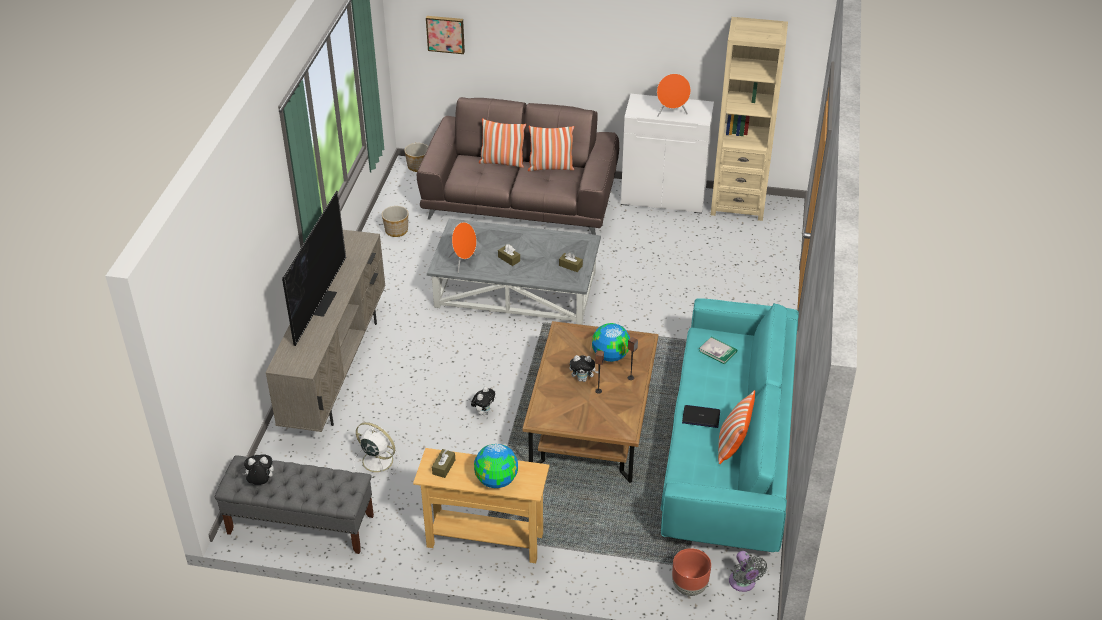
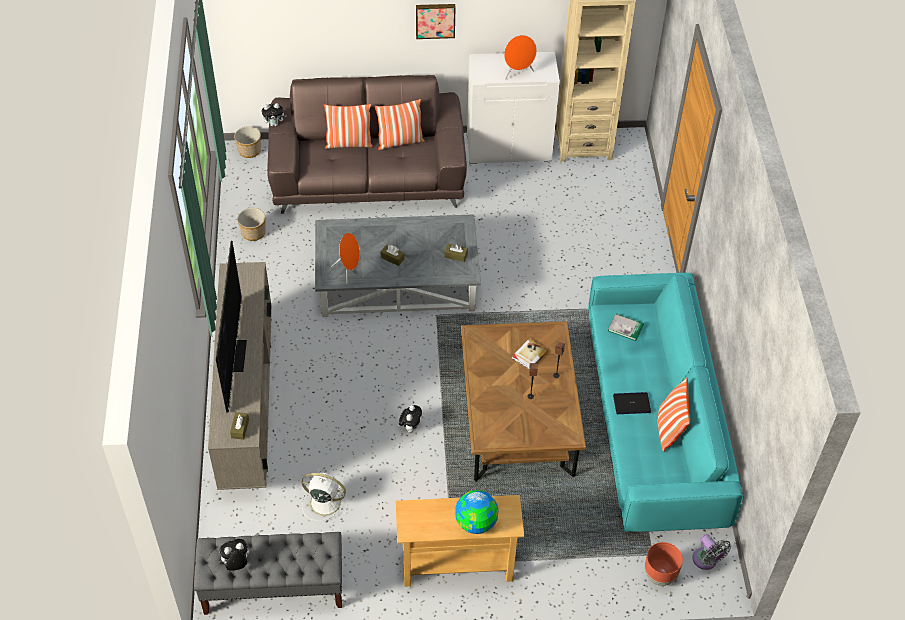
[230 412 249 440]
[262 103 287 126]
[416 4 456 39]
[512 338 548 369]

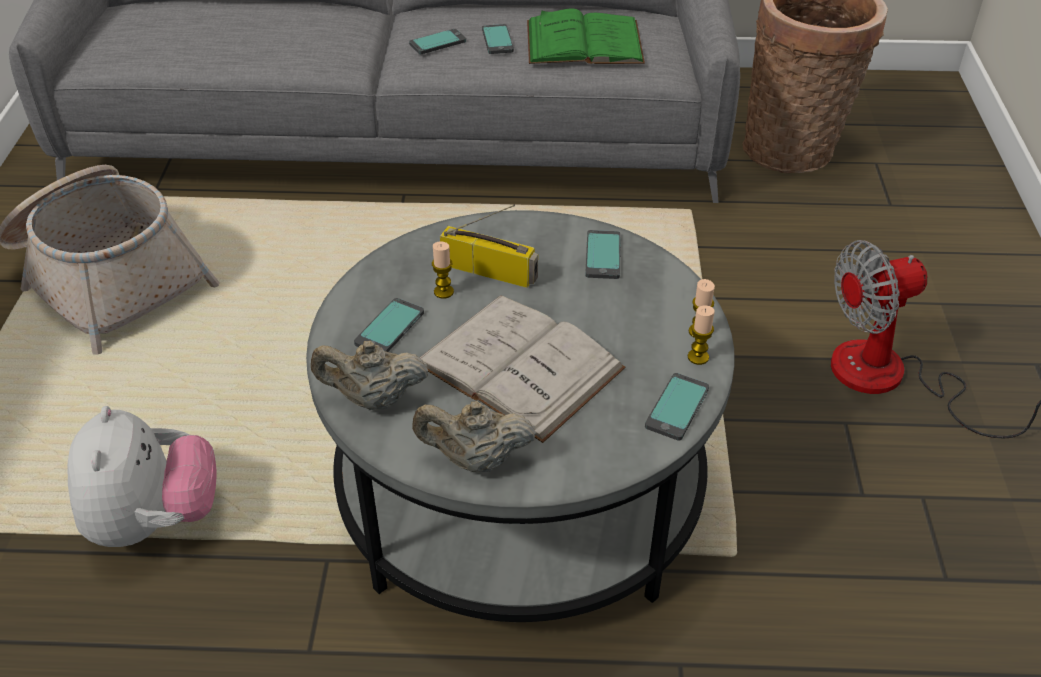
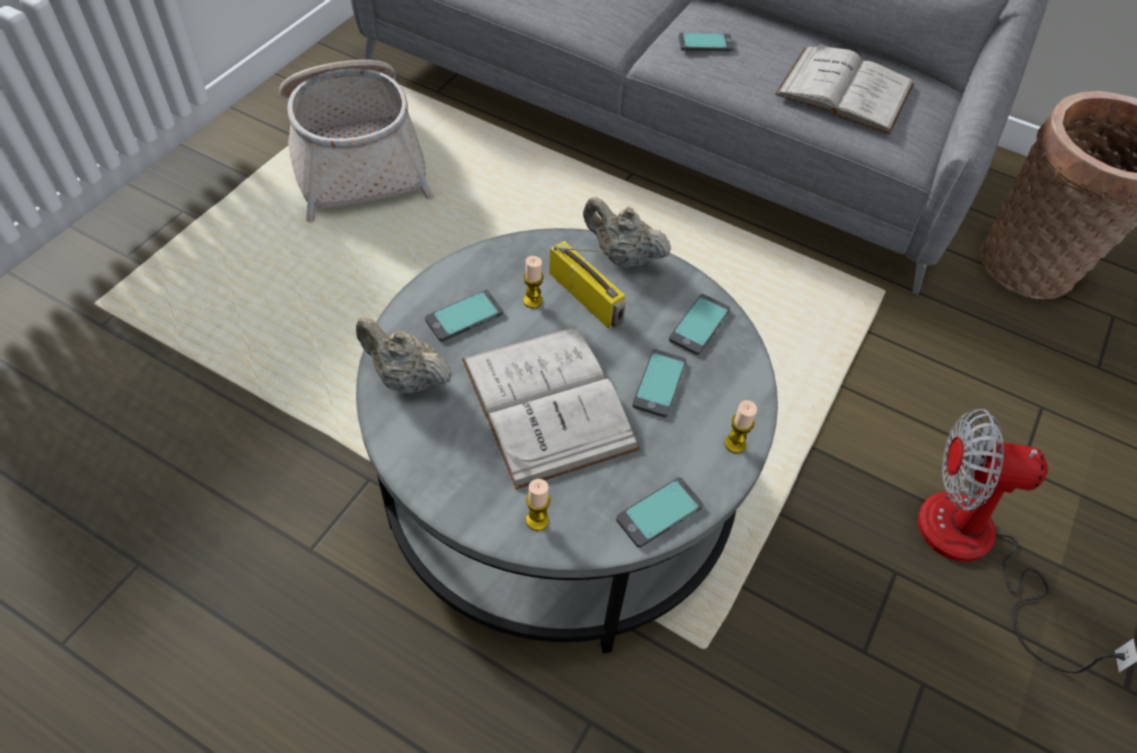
[526 479 551 531]
[583 197 671 269]
[632 349 686 417]
[775 43 914 134]
[67 406 216 547] (first image)

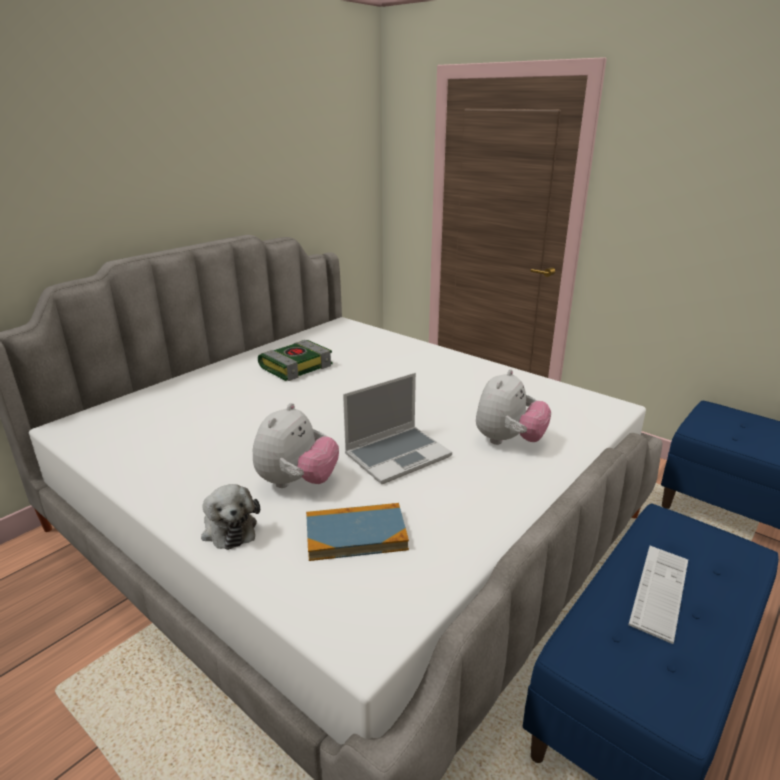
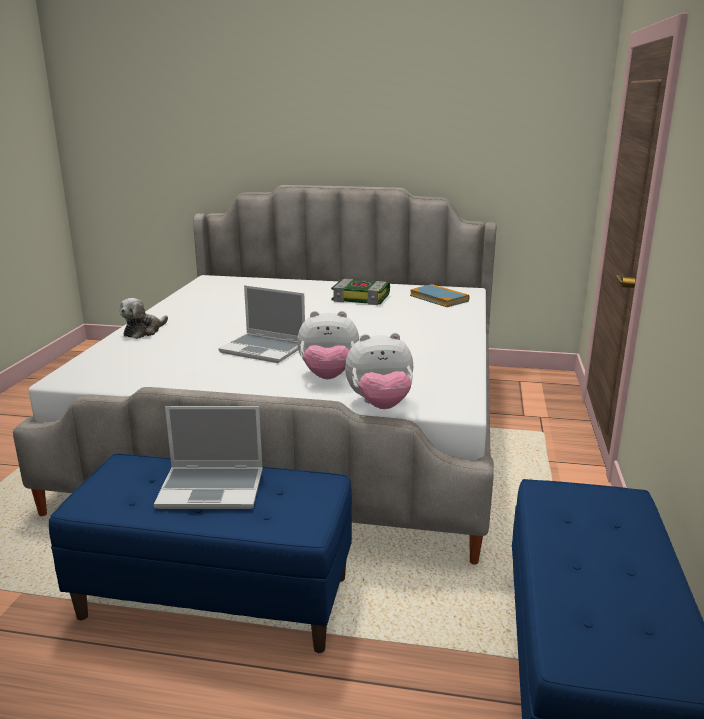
[154 406 263 509]
[345 333 413 409]
[410 284 469 307]

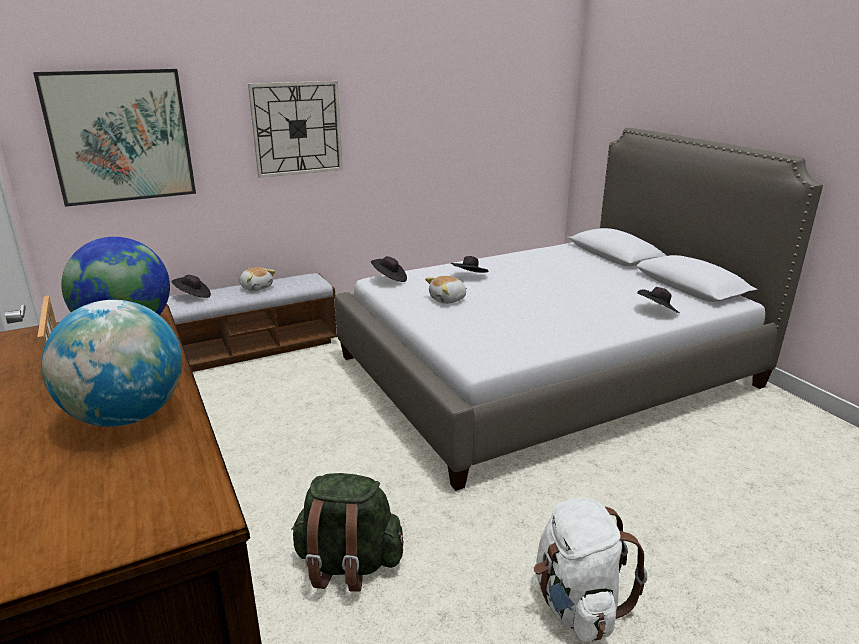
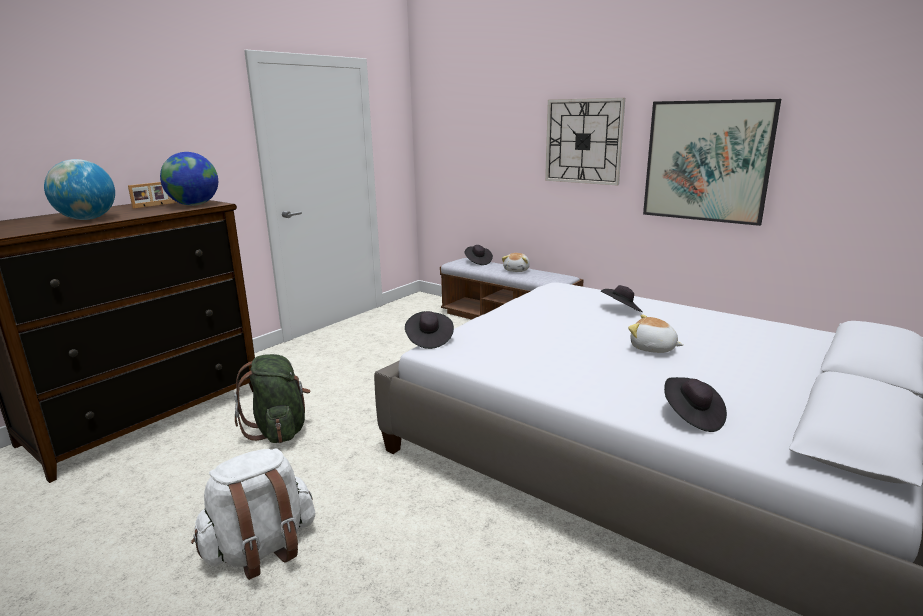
[405 311 454 349]
[628 315 683 353]
[643 99 781 226]

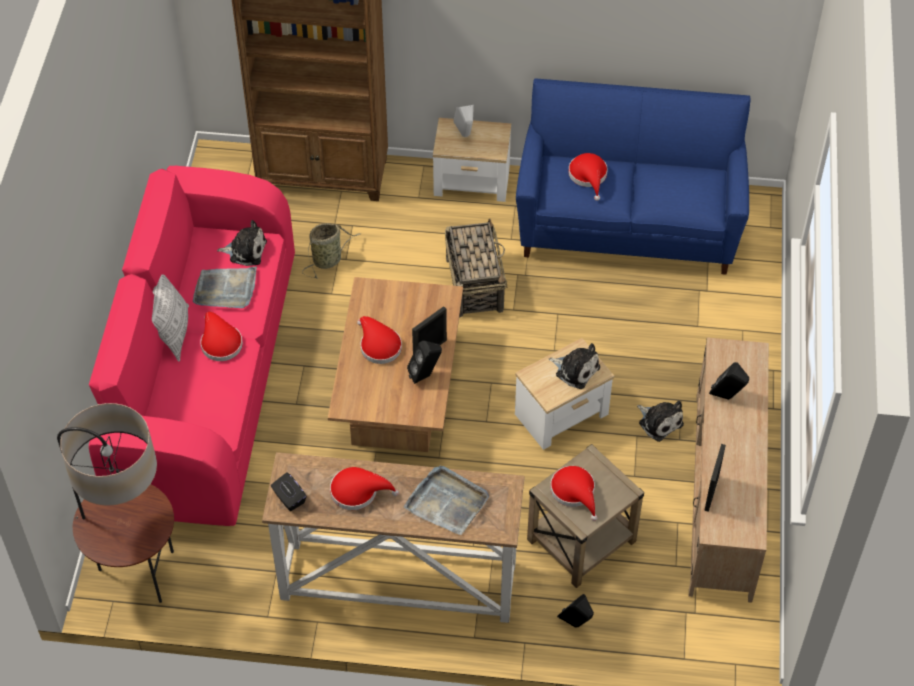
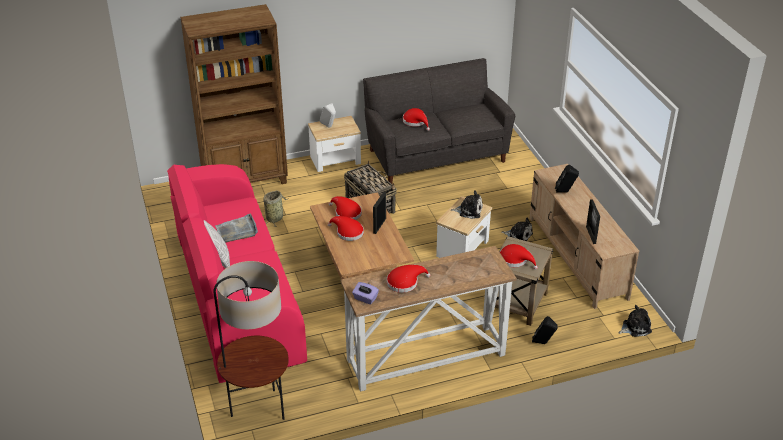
[329 196 362 220]
[352 282 379 304]
[363 58 515 184]
[618 305 652 337]
[404 465 489 535] (first image)
[407 341 442 384] (first image)

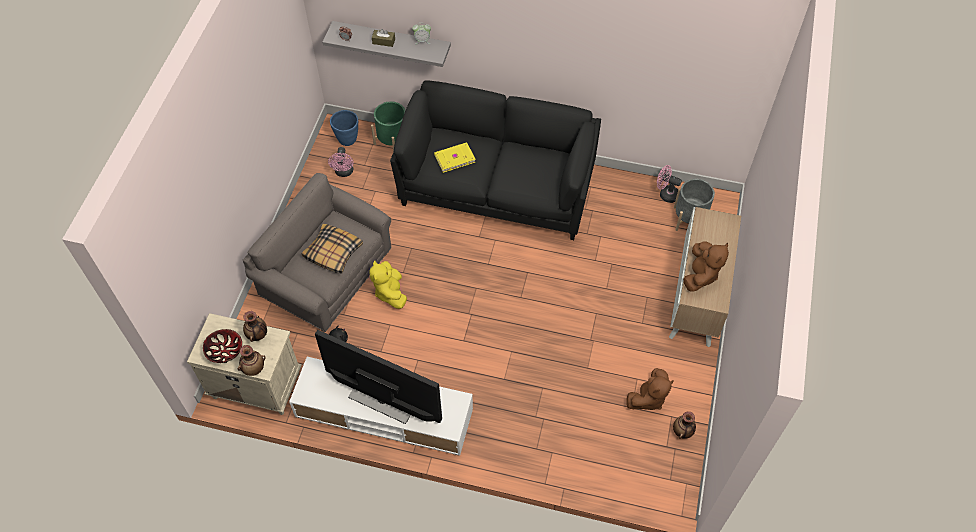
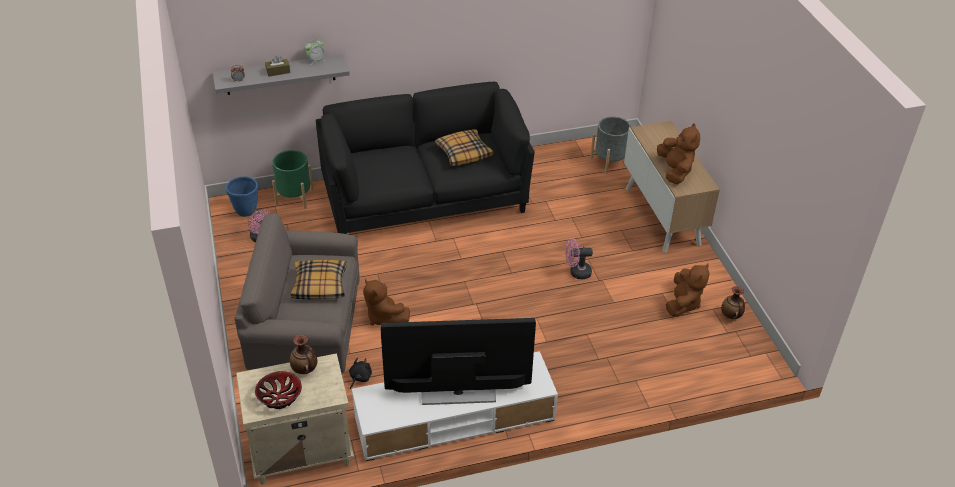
[363 279 410 325]
[435 129 493 166]
[565 238 593 279]
[238 345 266 376] (first image)
[434 142 476 173] (first image)

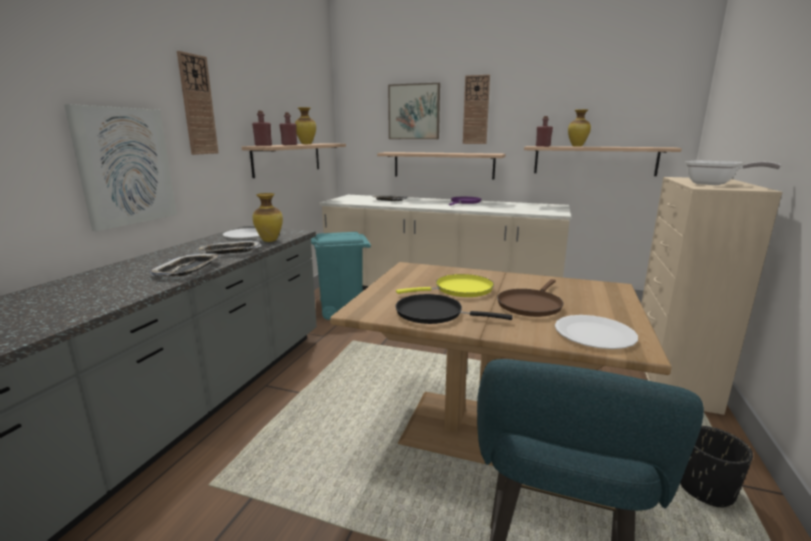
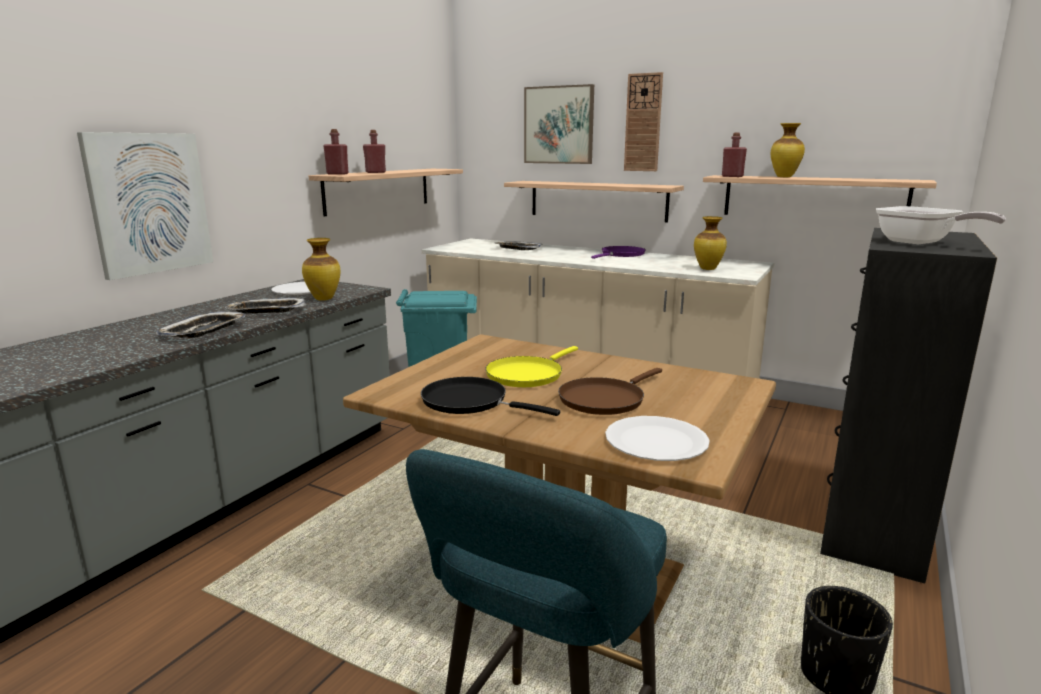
[485 346 578 387]
[694 216 727 270]
[820 228 997 583]
[177 51 219 155] (first image)

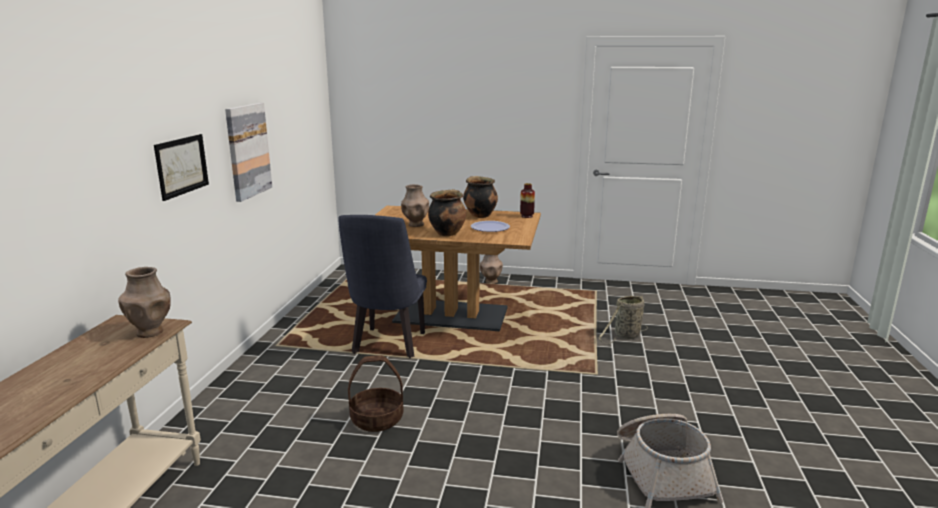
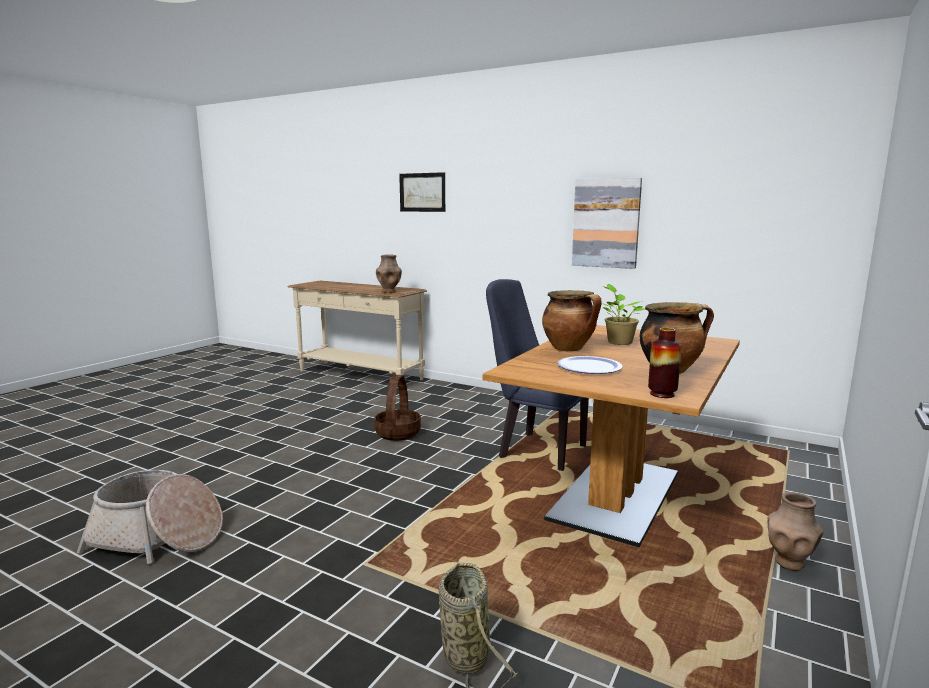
[399 172 445 212]
[602 284 645 345]

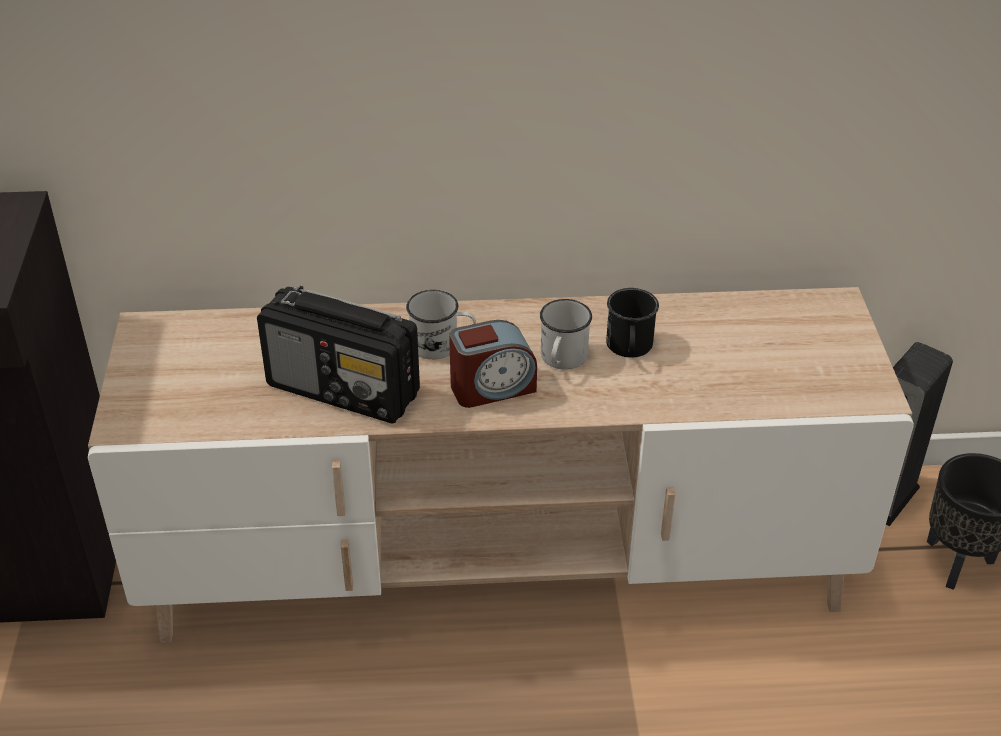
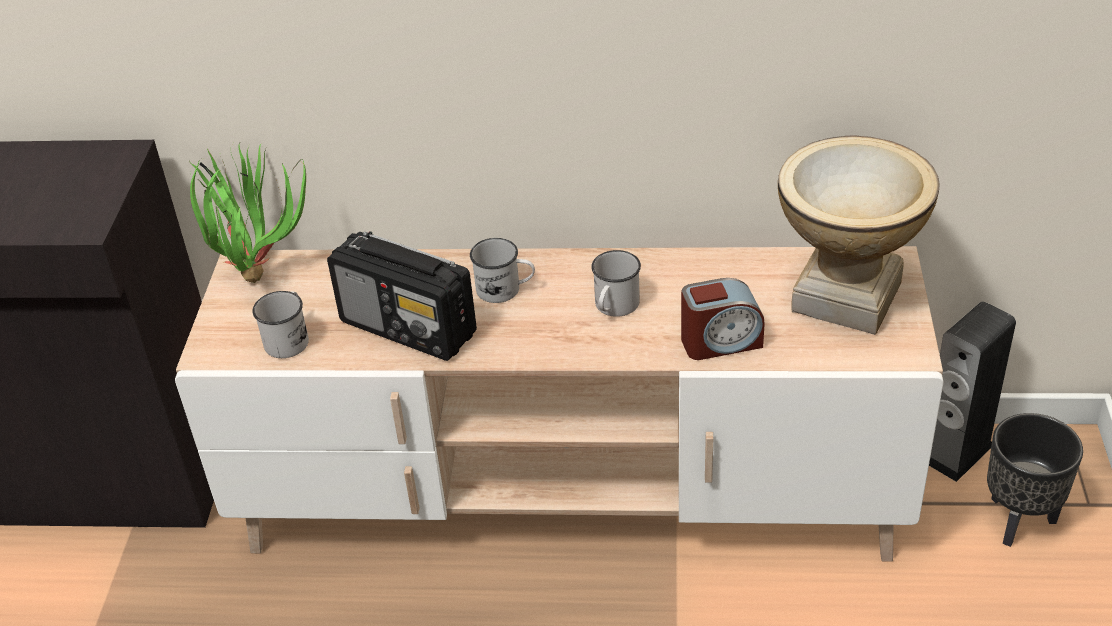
[189 143 306 283]
[252 291 309 358]
[681 278 765 360]
[778 135 940 335]
[606 288 659 358] (first image)

